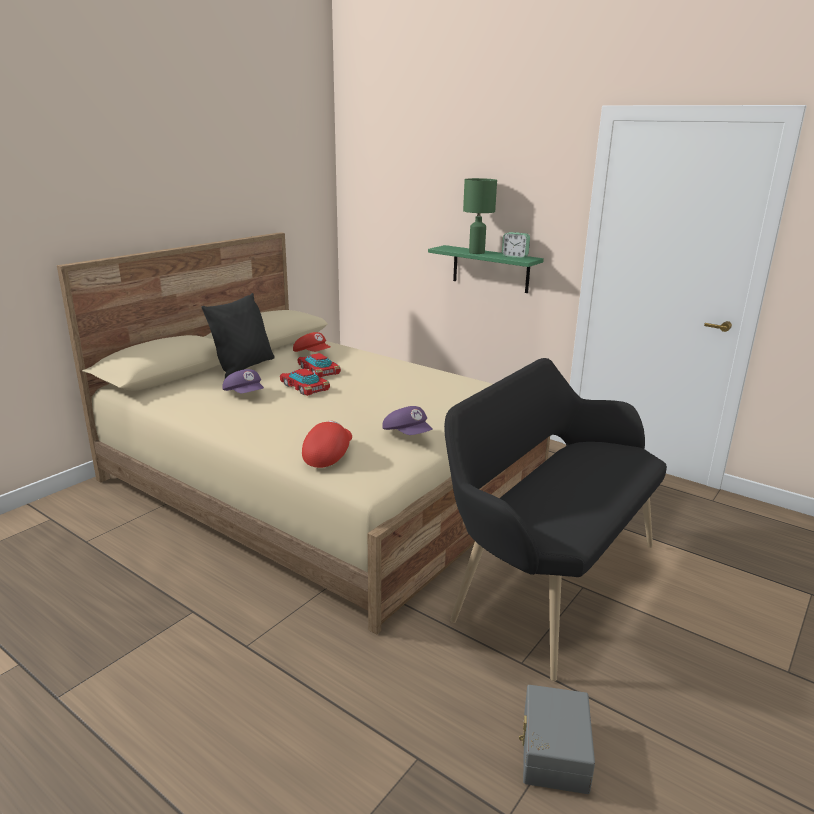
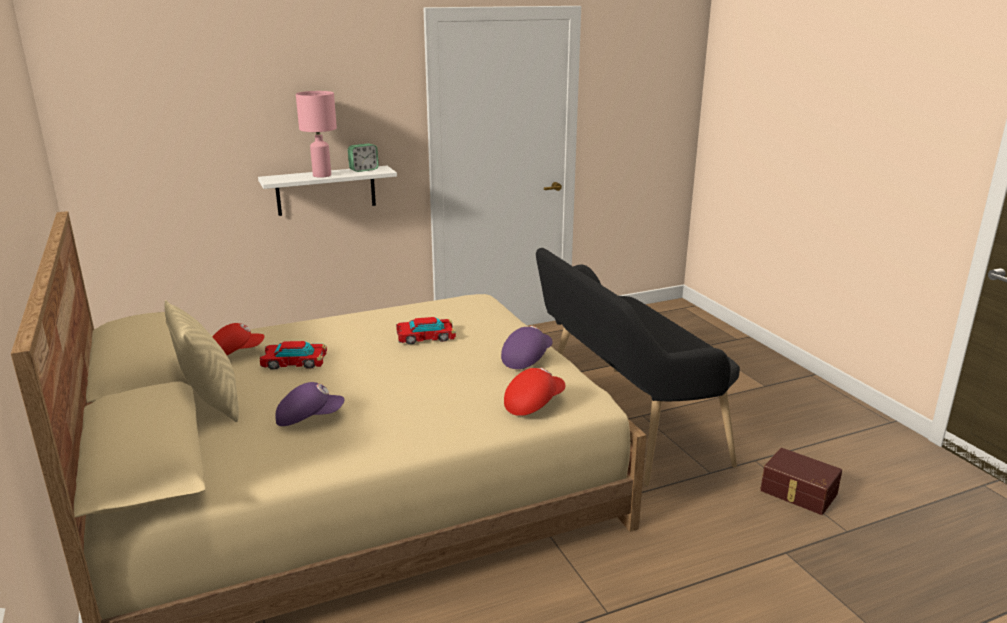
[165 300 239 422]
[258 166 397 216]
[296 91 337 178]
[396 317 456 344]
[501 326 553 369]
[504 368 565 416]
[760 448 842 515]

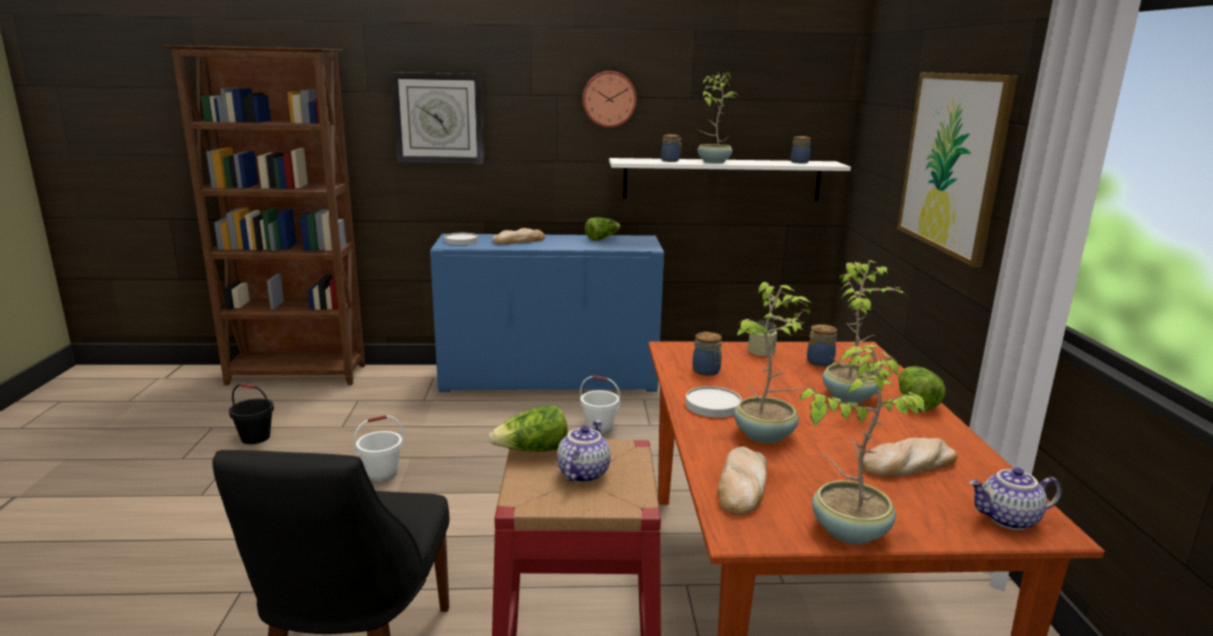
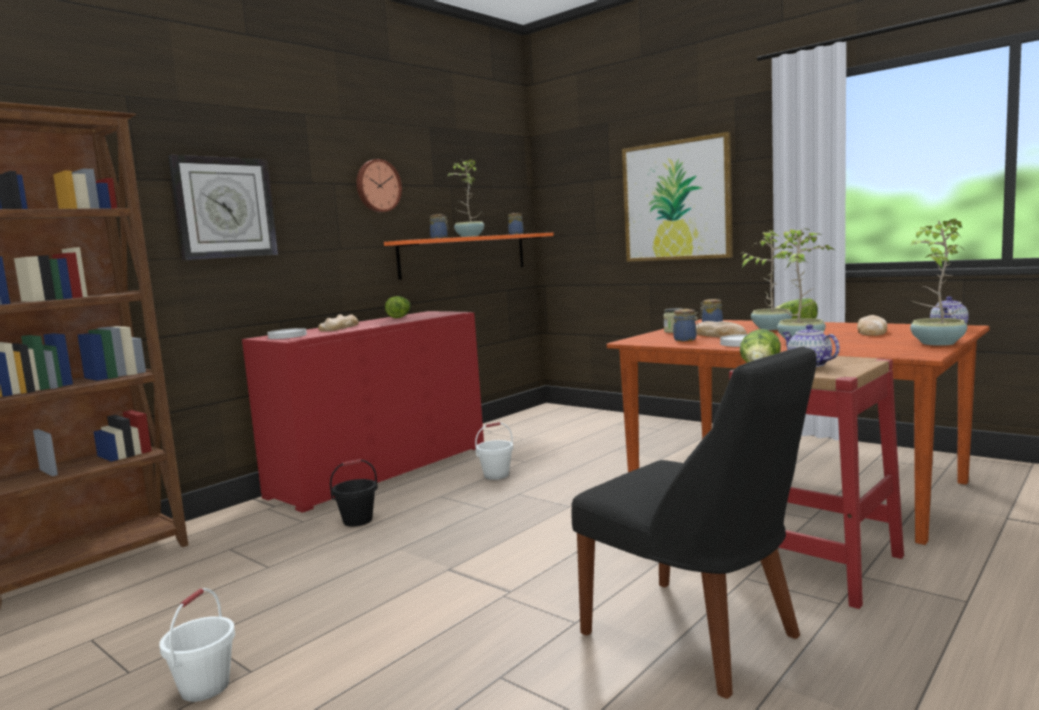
[159 588 235 702]
[242 311 484 513]
[330 459 378 527]
[384 233 554 280]
[696 321 747 338]

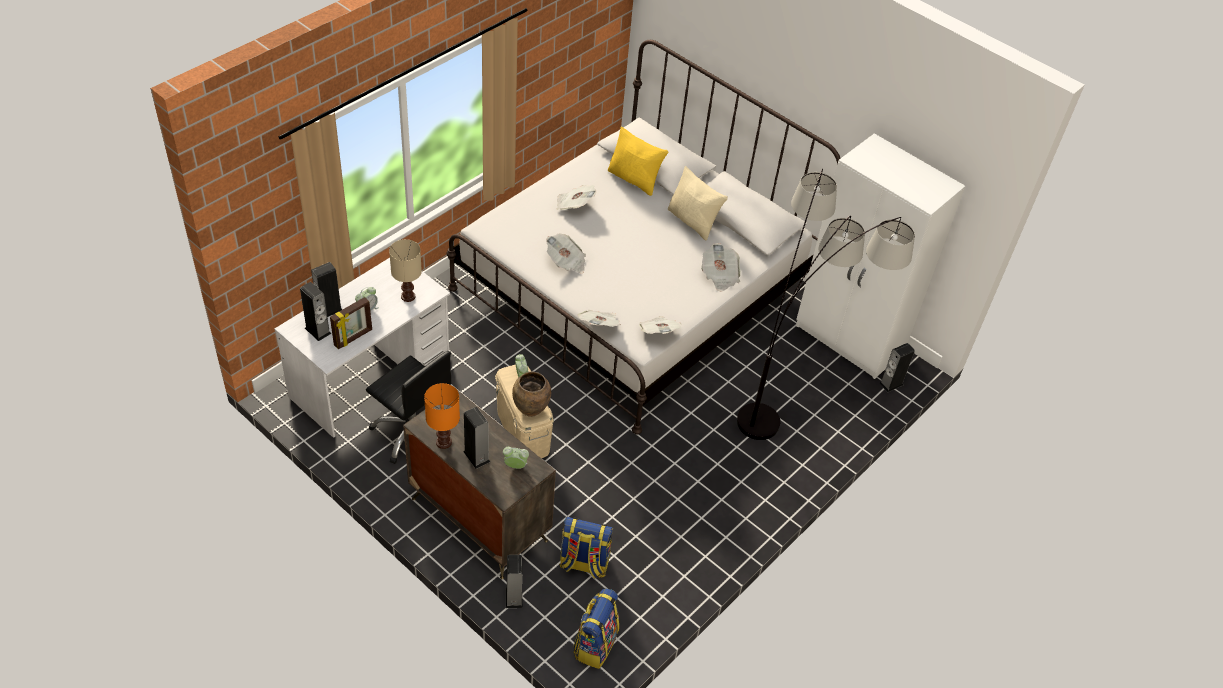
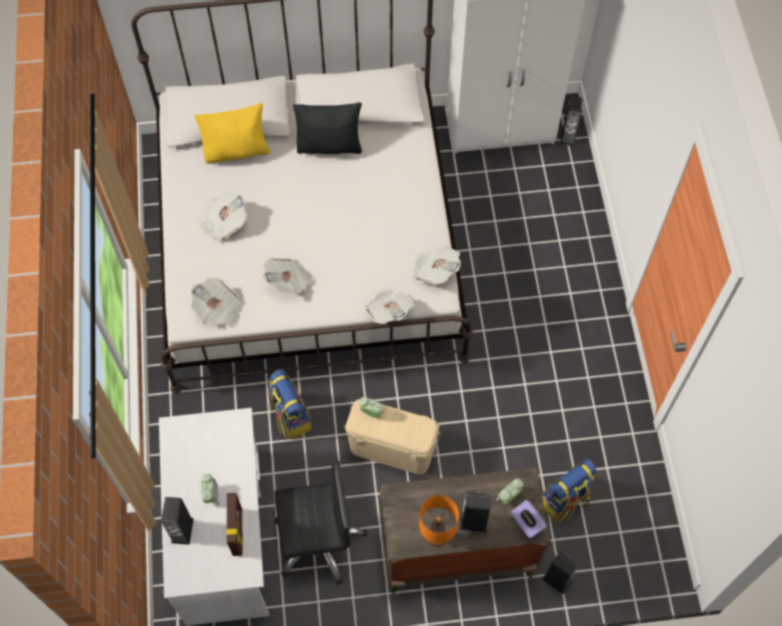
[191 278 242 328]
[268 369 312 440]
[293 102 362 154]
[511 500 547 538]
[300 282 331 341] (first image)
[389 239 422 302] (first image)
[512 372 551 417] (first image)
[737 169 915 440] (first image)

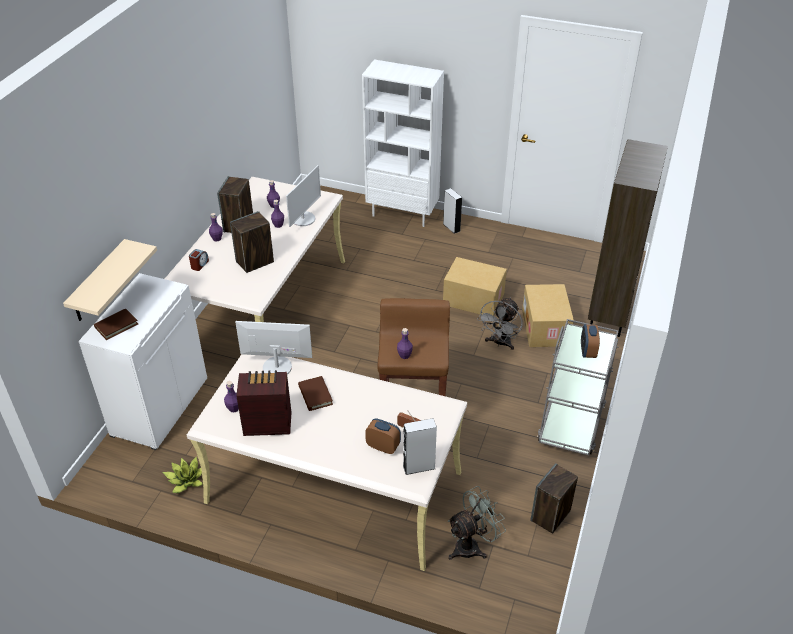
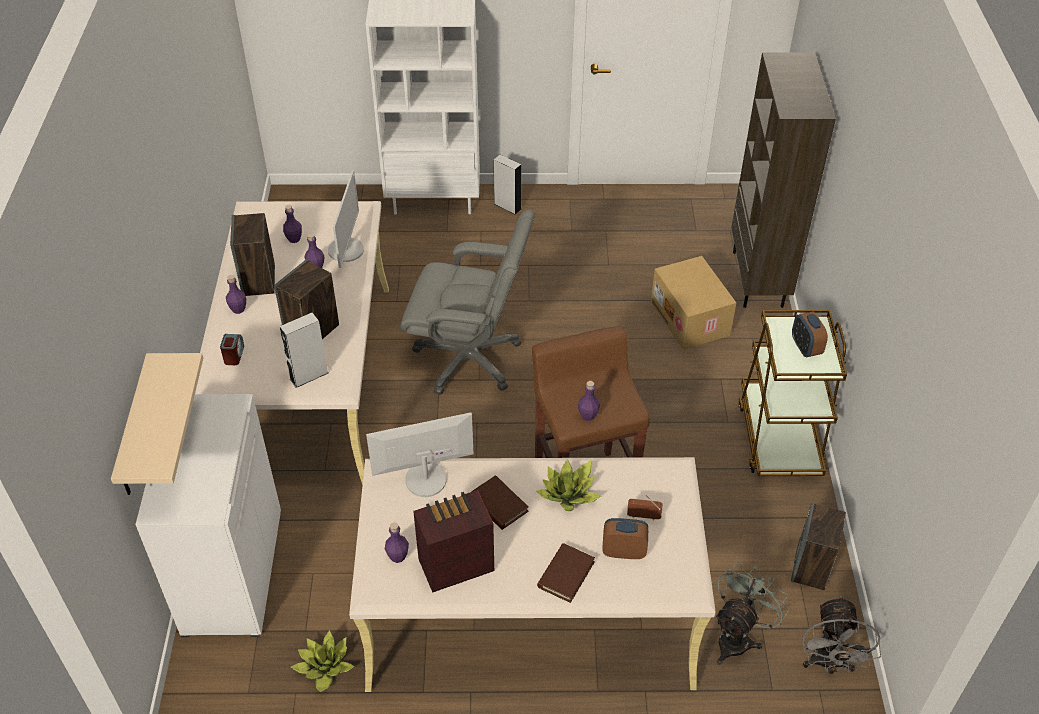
[280 312 328 388]
[400 210 535 395]
[536 459 601 511]
[537 543 595 603]
[738 310 847 476]
[802 595 881 674]
[443 257 507 316] (first image)

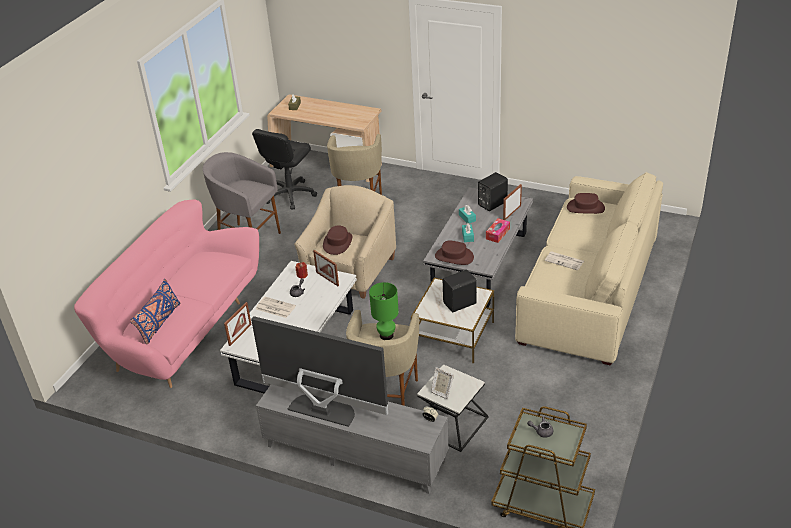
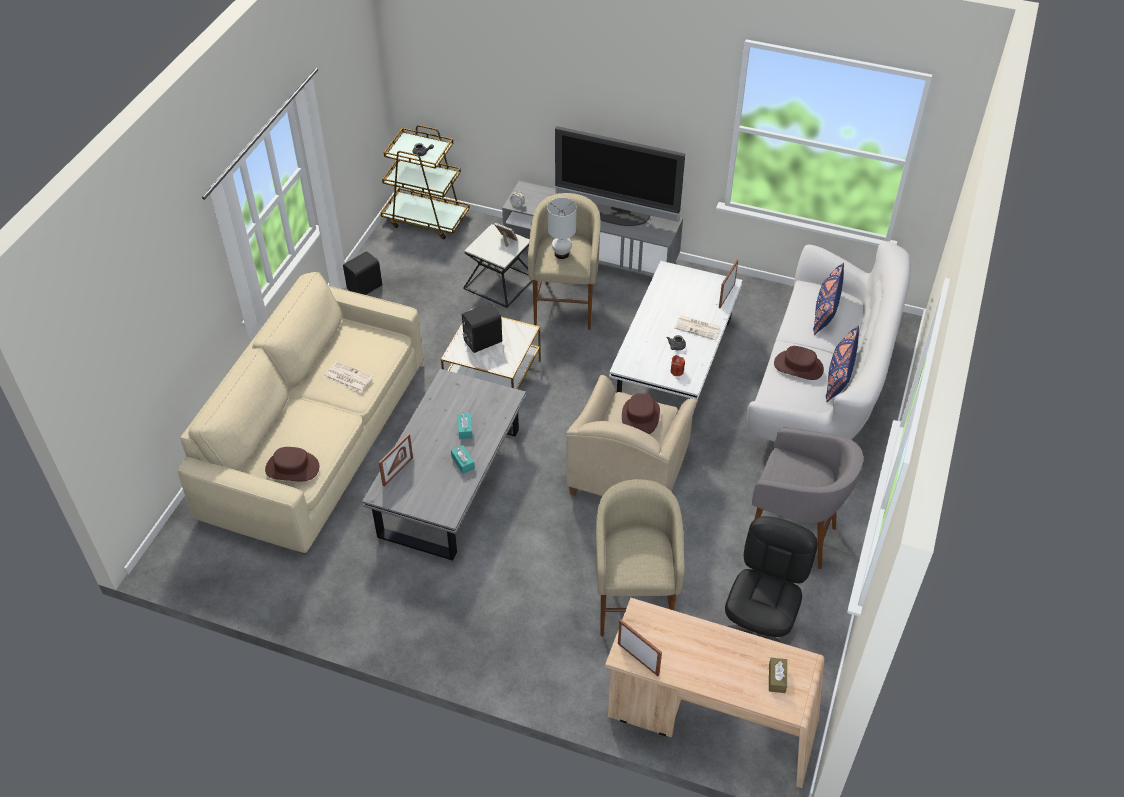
[343 251 382 295]
[547 198 577 259]
[618 619 662 676]
[747 241 911 442]
[774 346 824 380]
[826 326 859 402]
[486 218 510 243] (first image)

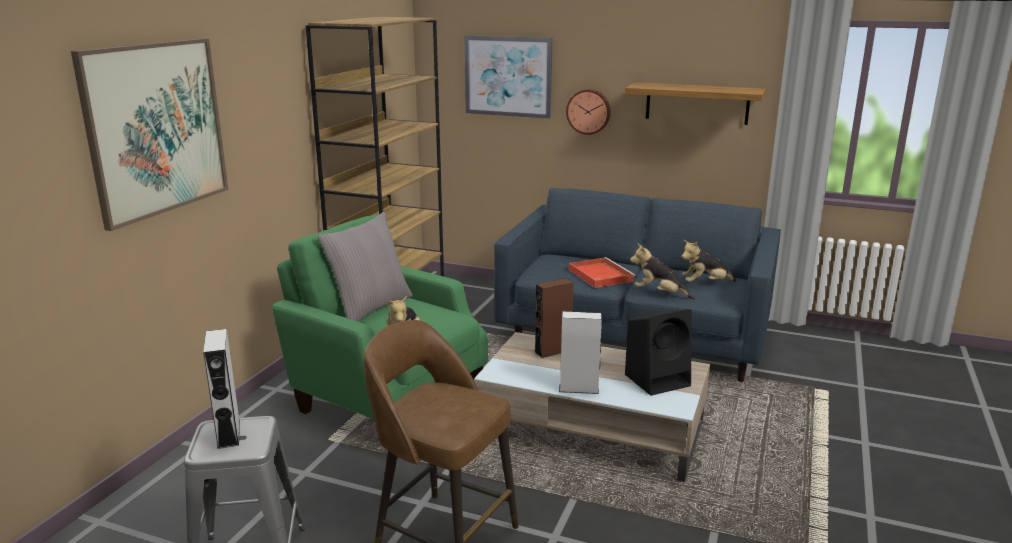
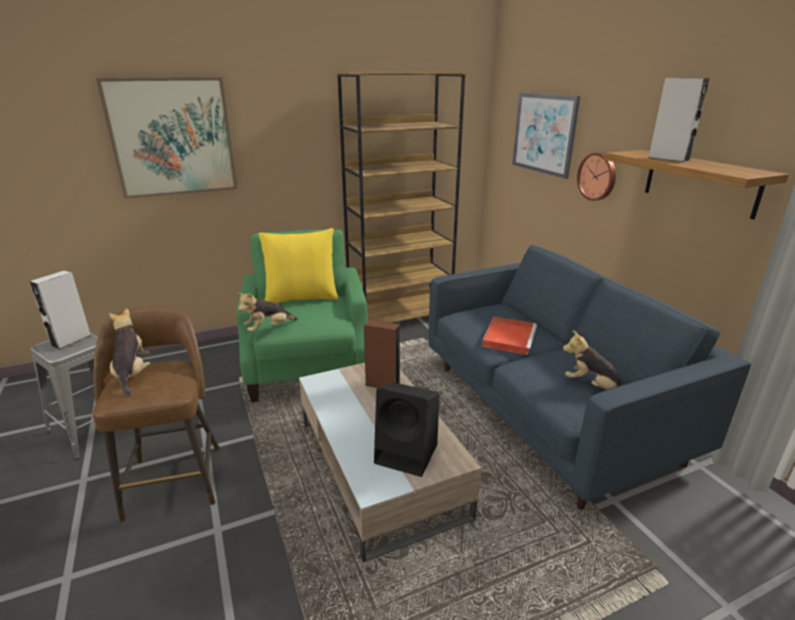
[109 308 150 397]
[259 228 339 303]
[648 78 710 162]

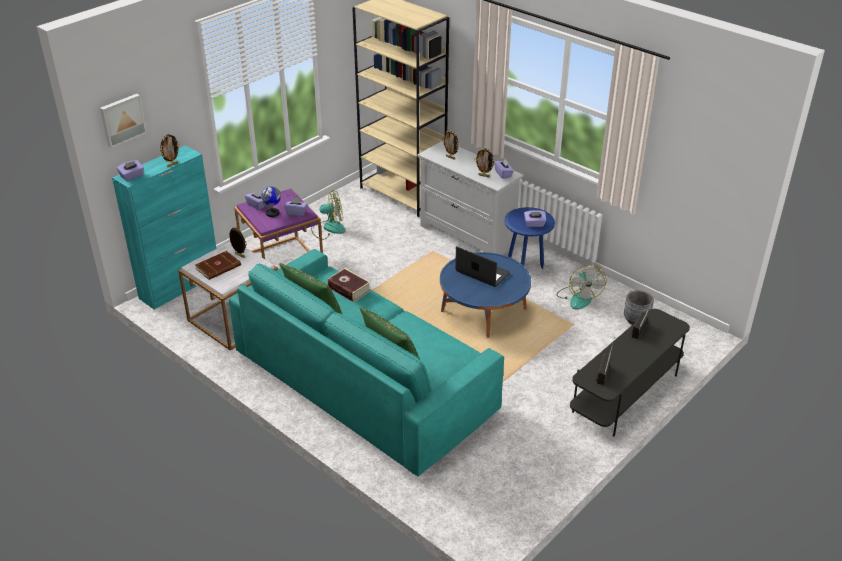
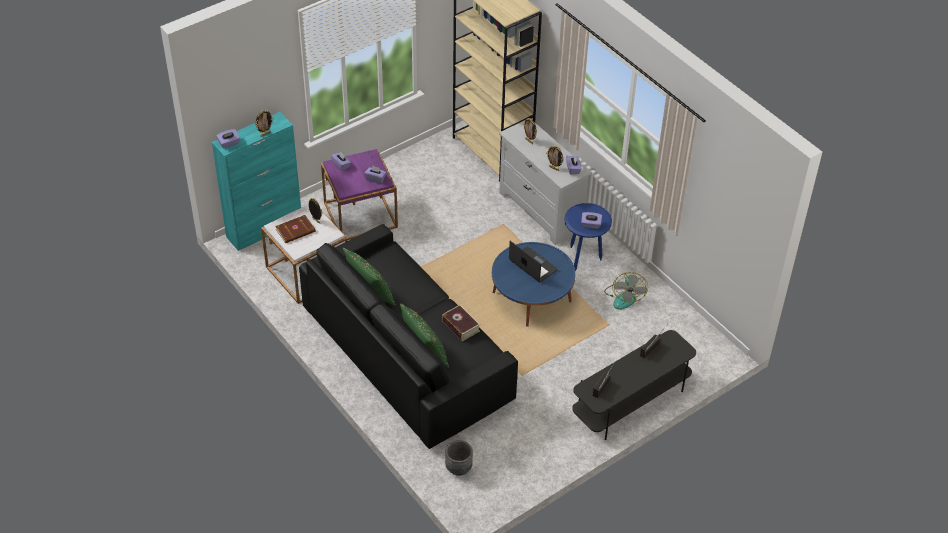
[299 224 518 449]
[442 305 480 341]
[445 440 473 476]
[100 94 147 148] (first image)
[261 186 281 217] (first image)
[311 190 346 240] (first image)

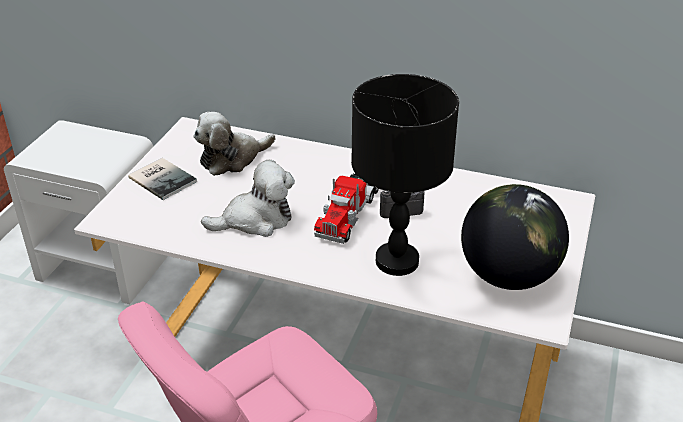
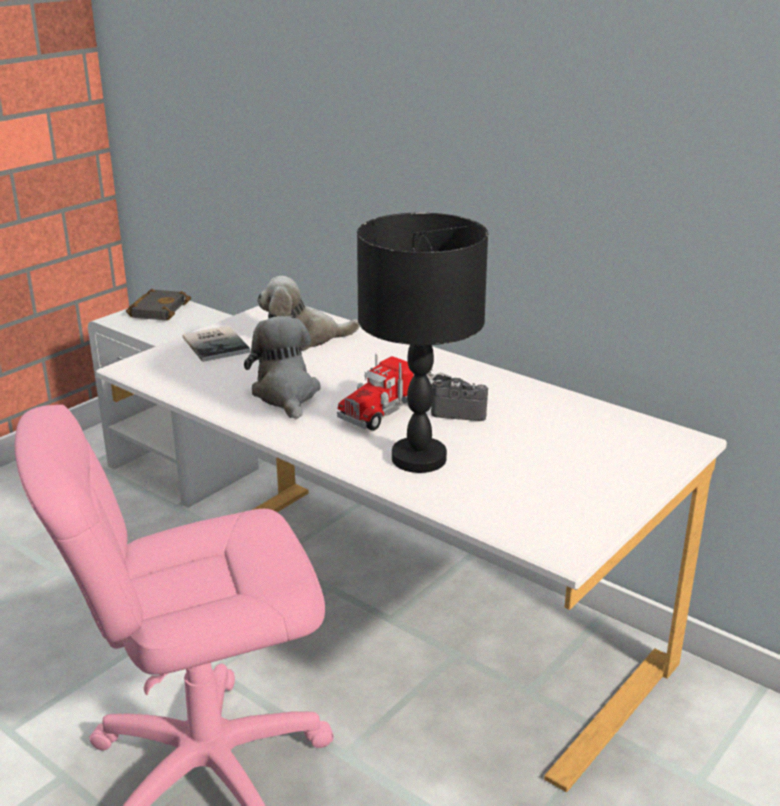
[126 289 191 320]
[244 316 321 419]
[461 184 569 290] (first image)

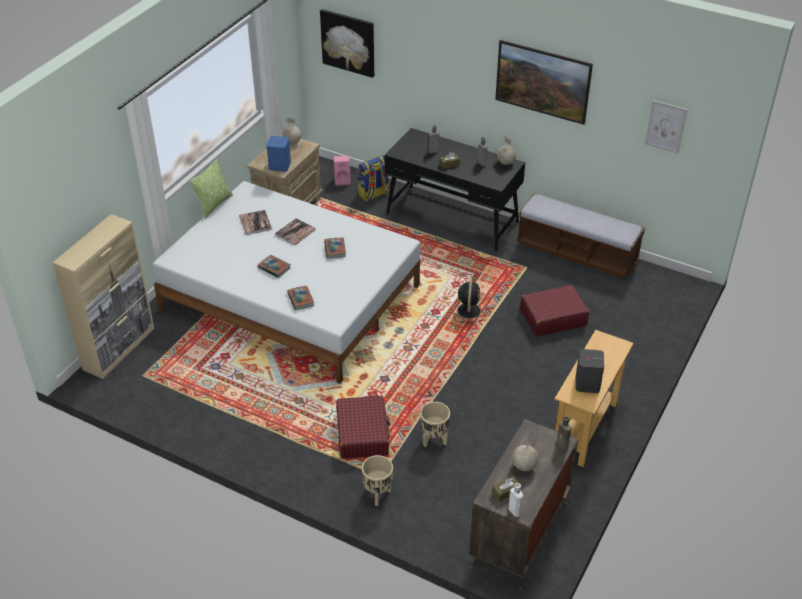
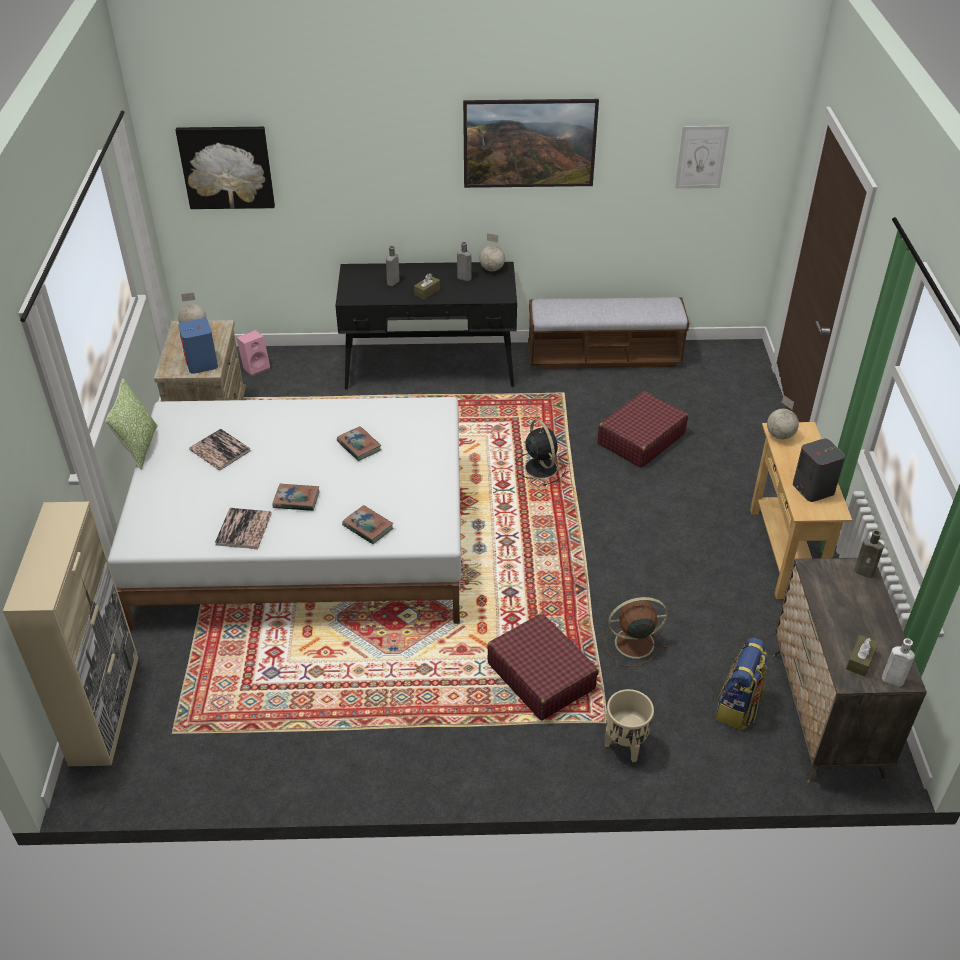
[215 508 272 549]
[605 597 668 667]
[716 637 767 730]
[767 395 799 439]

